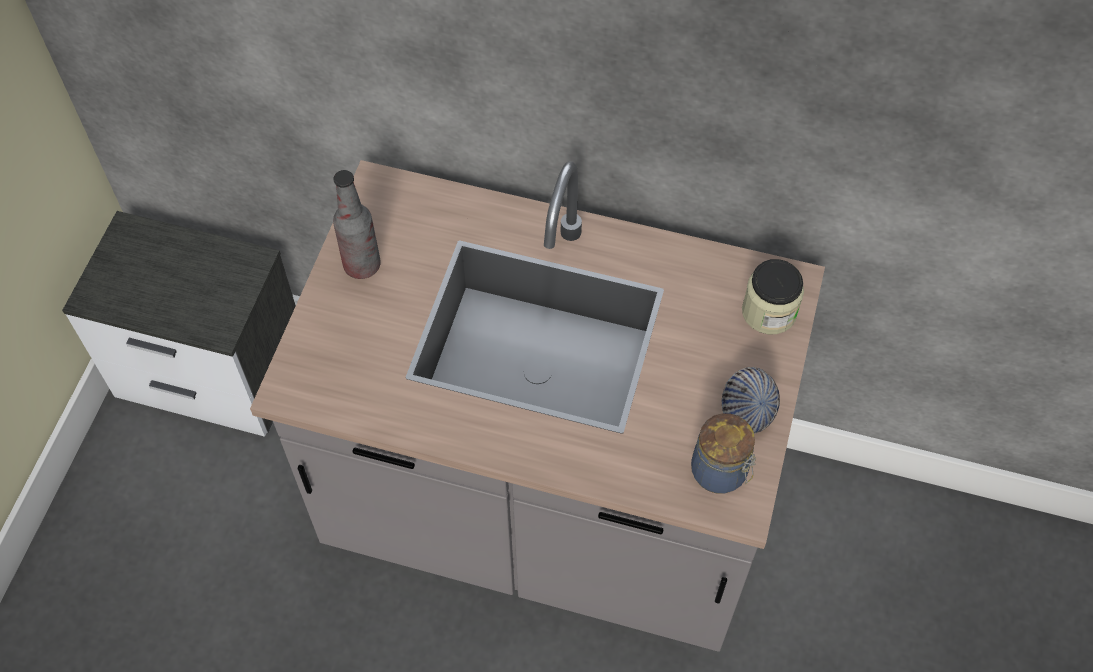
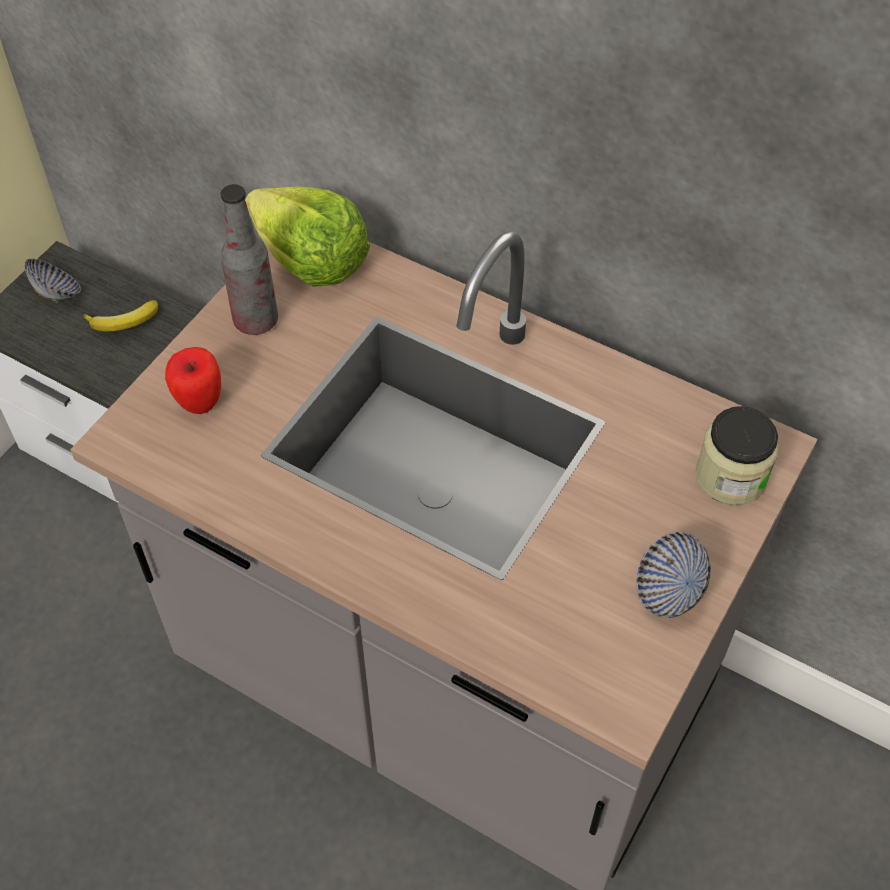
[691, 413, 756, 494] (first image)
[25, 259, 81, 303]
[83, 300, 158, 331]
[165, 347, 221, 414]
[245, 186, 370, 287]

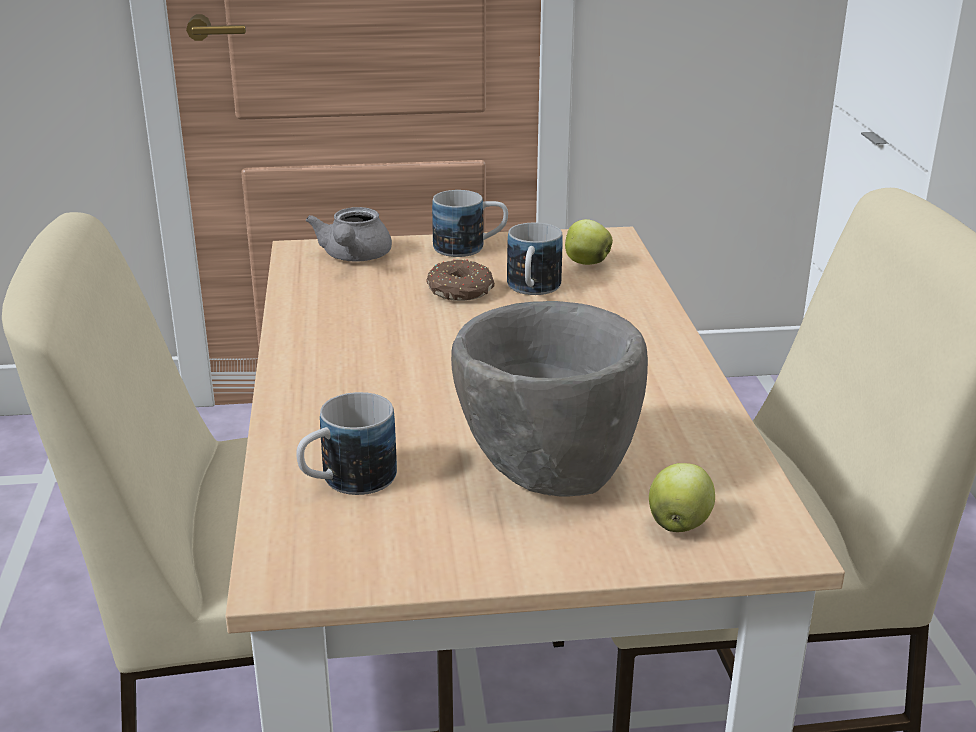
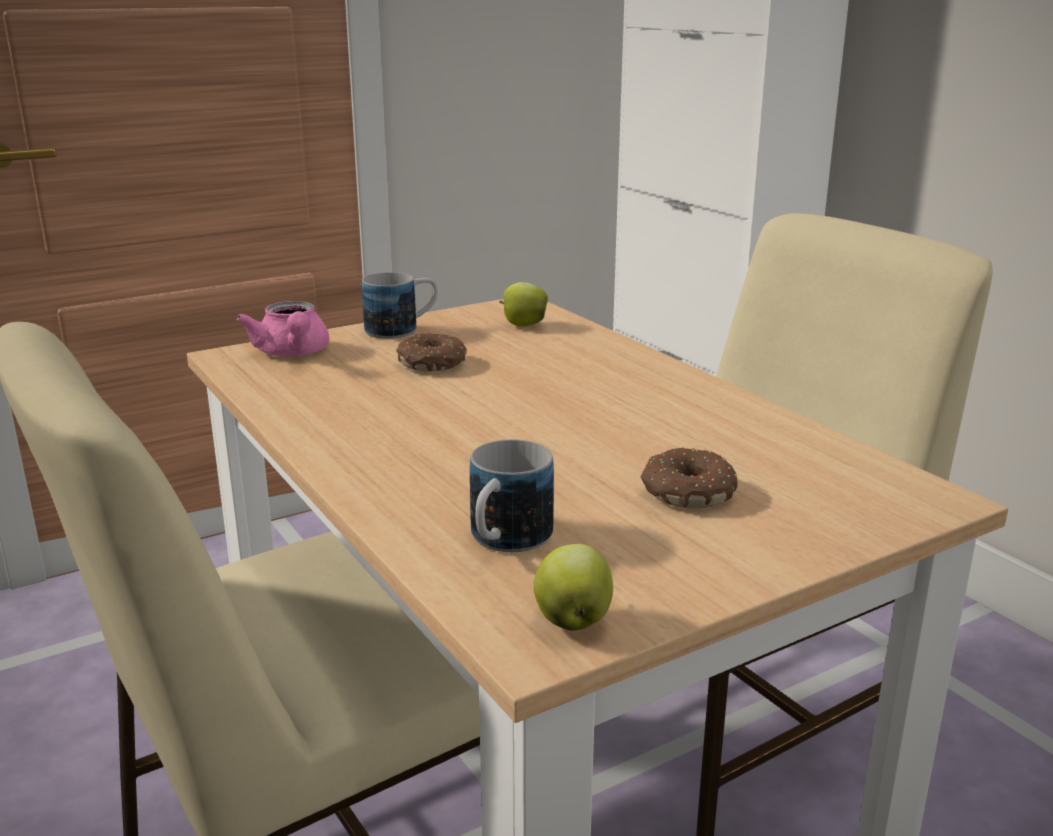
[507, 222, 563, 295] (first image)
[534, 544, 613, 631]
[640, 447, 738, 509]
[237, 301, 329, 357]

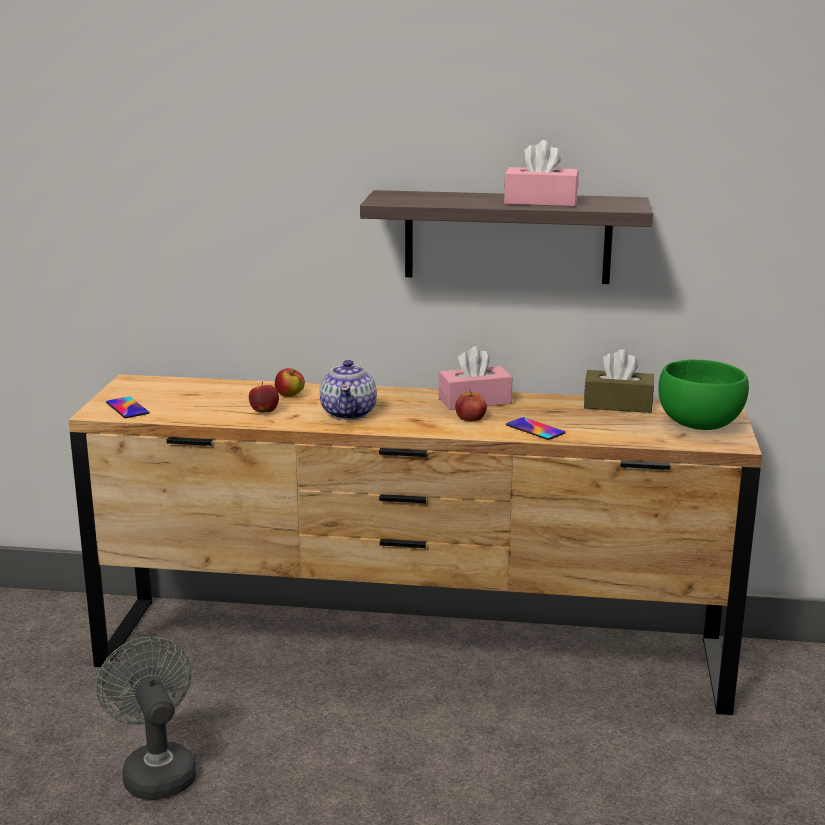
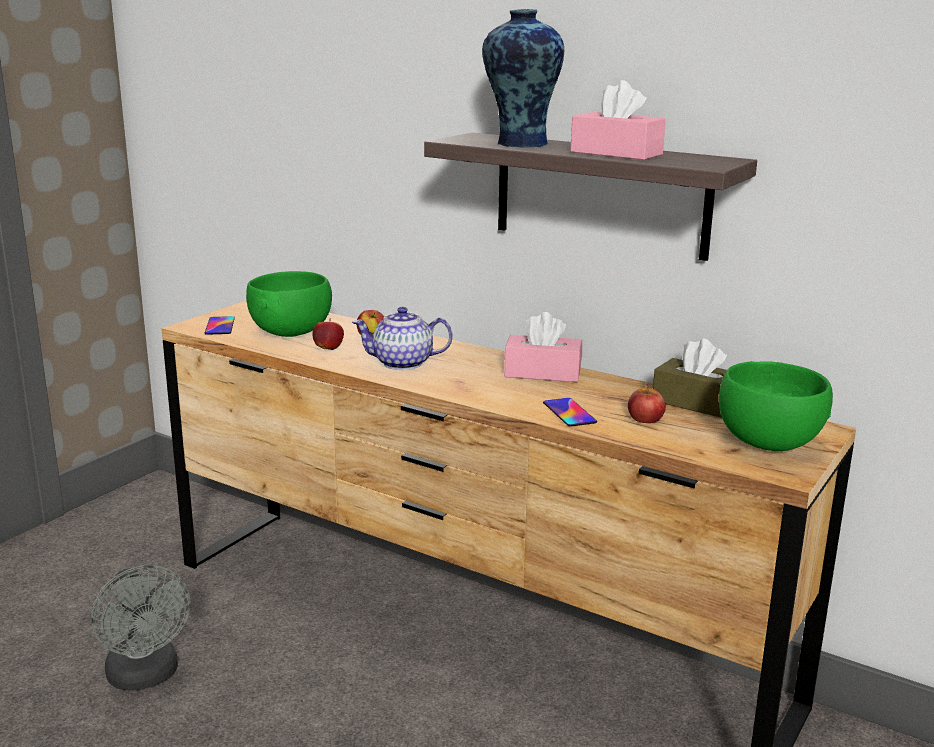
[246, 271, 332, 337]
[482, 9, 564, 148]
[628, 384, 666, 423]
[91, 565, 190, 691]
[352, 307, 453, 370]

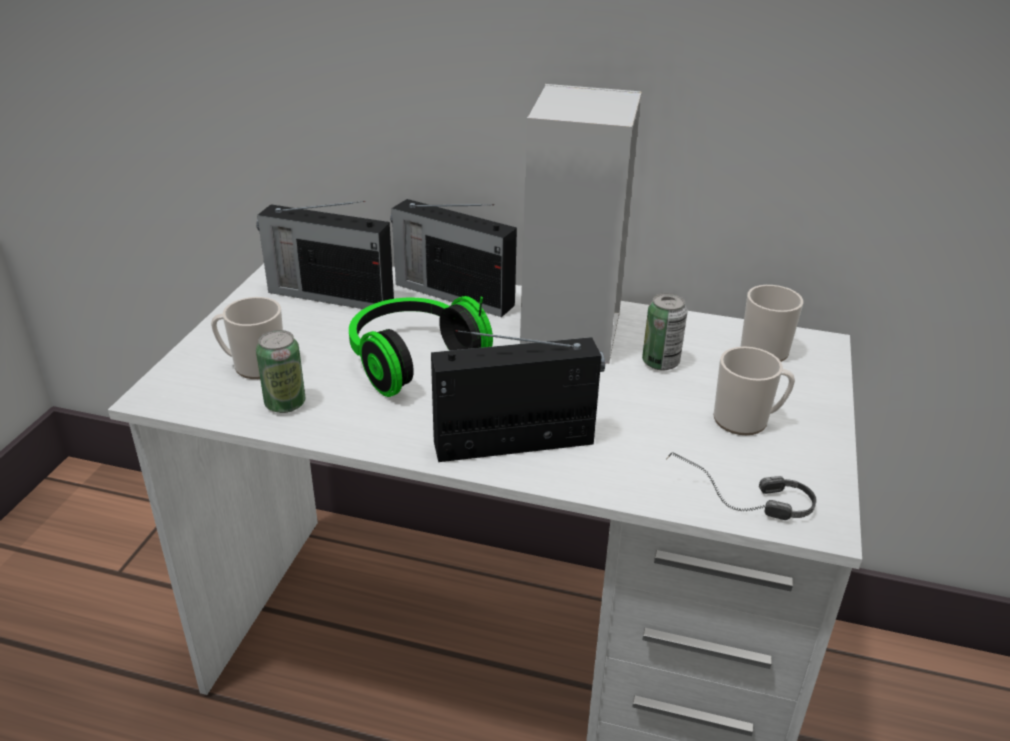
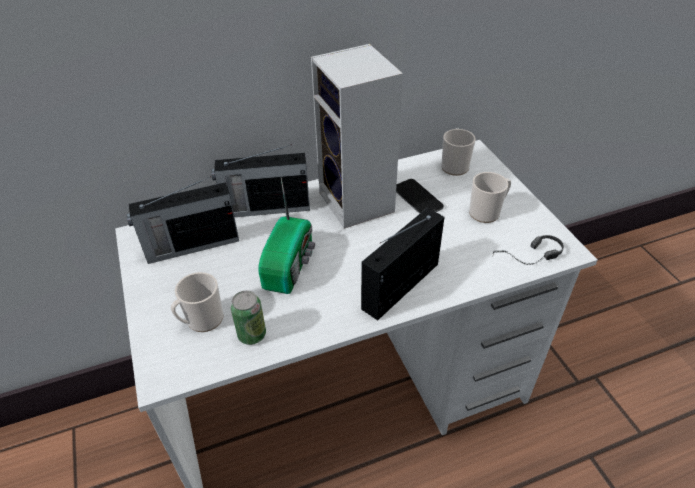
[259, 178, 315, 294]
[396, 179, 444, 214]

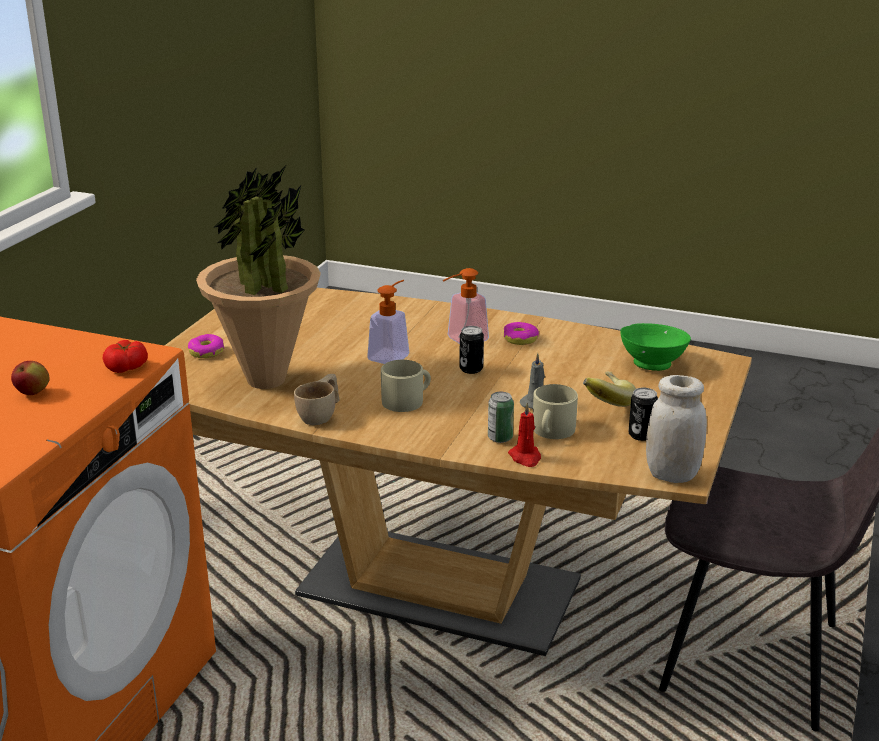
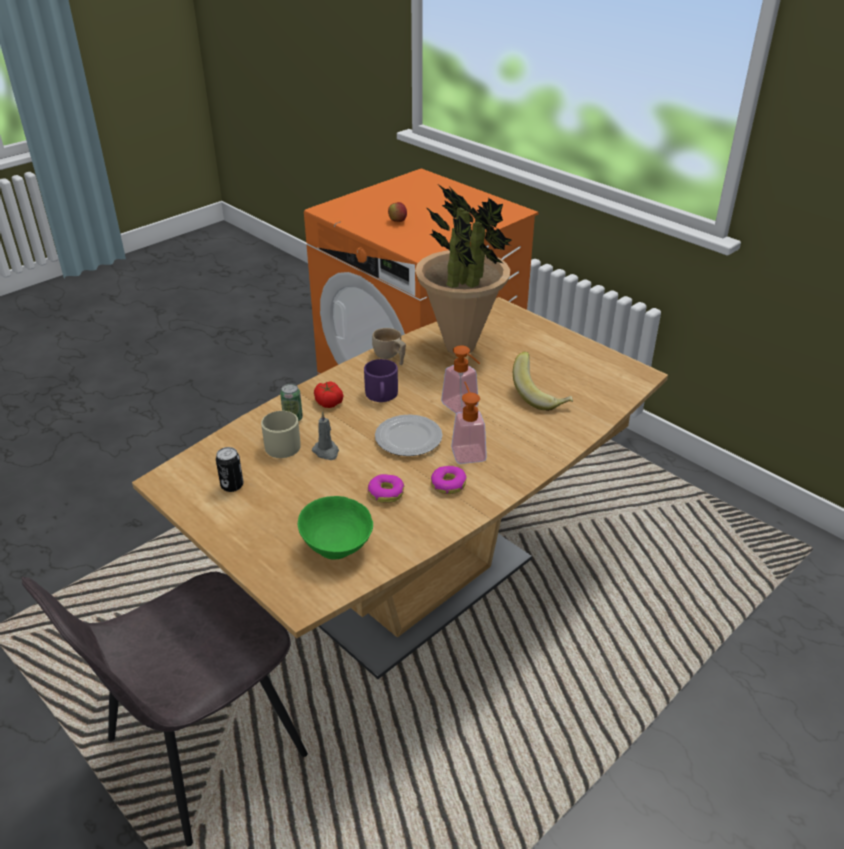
[508, 403, 541, 467] (first image)
[646, 375, 707, 483] (first image)
[314, 381, 343, 408]
[368, 474, 405, 503]
[513, 352, 573, 411]
[375, 414, 443, 456]
[364, 359, 398, 402]

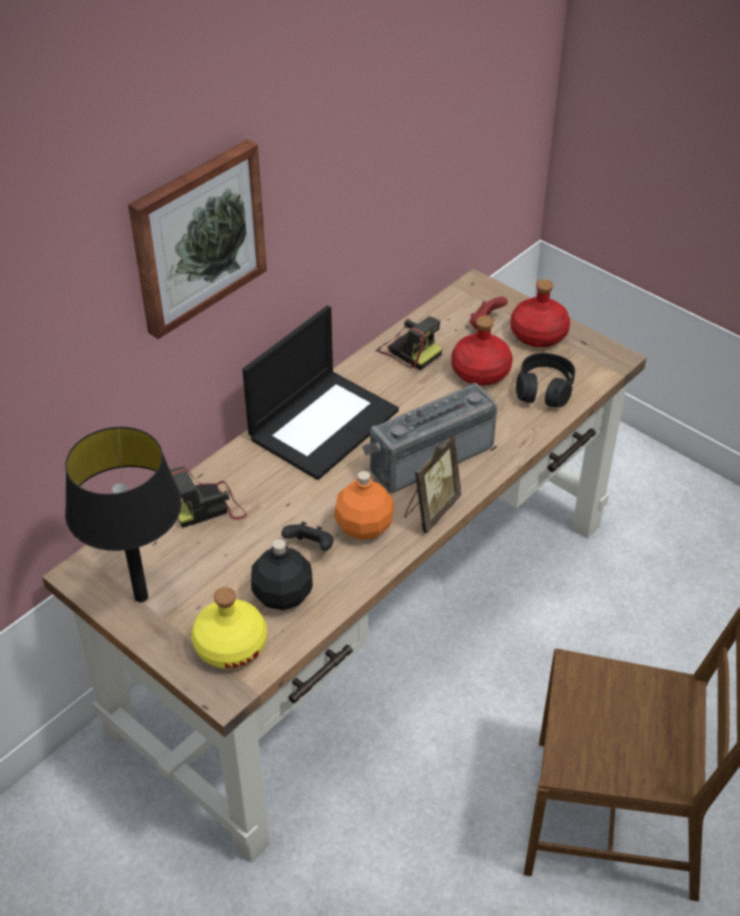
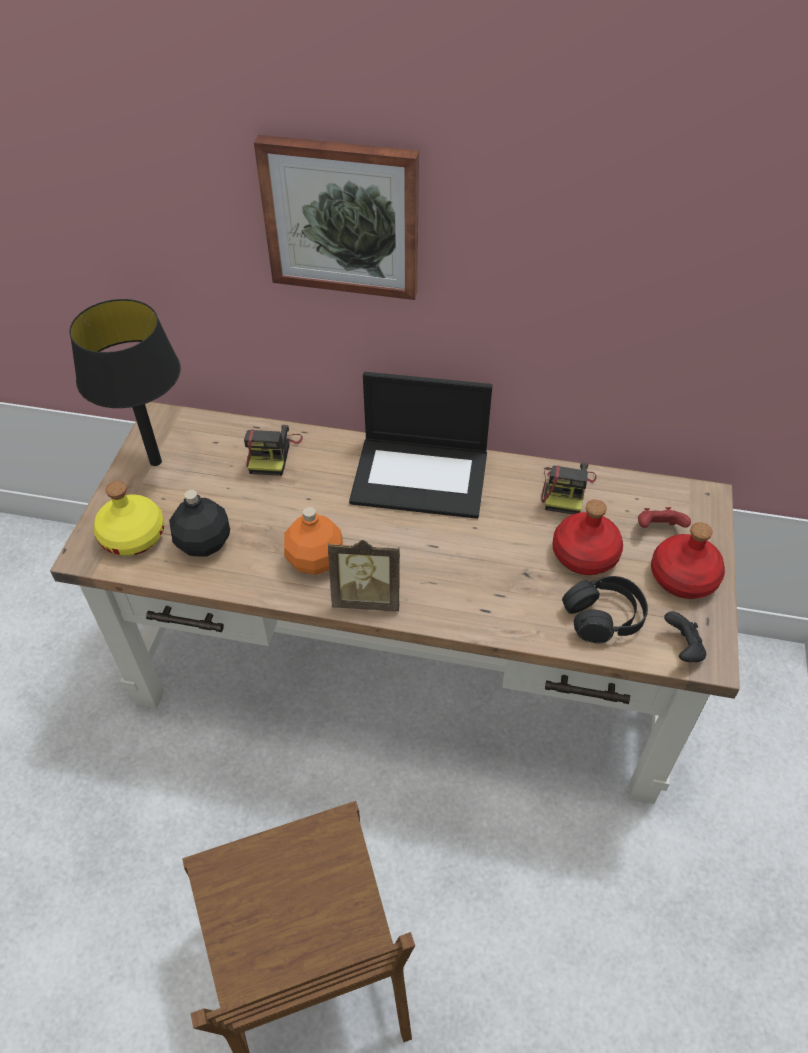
[362, 383, 497, 493] (first image)
[664, 611, 706, 662]
[244, 425, 303, 476]

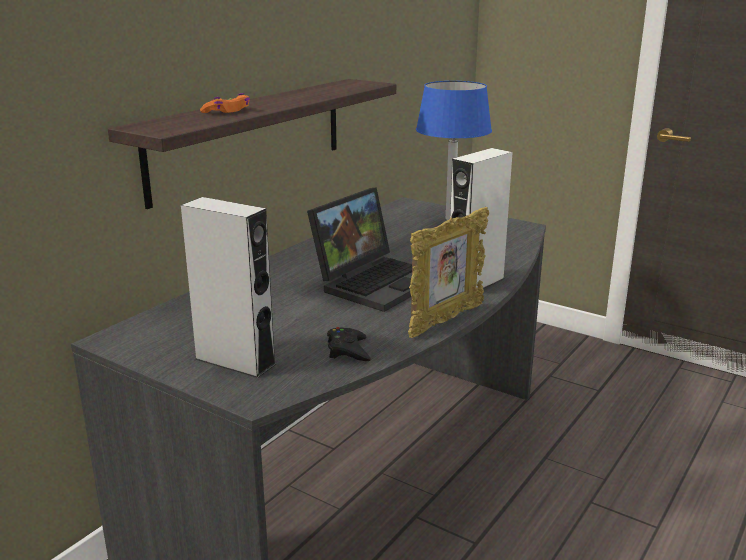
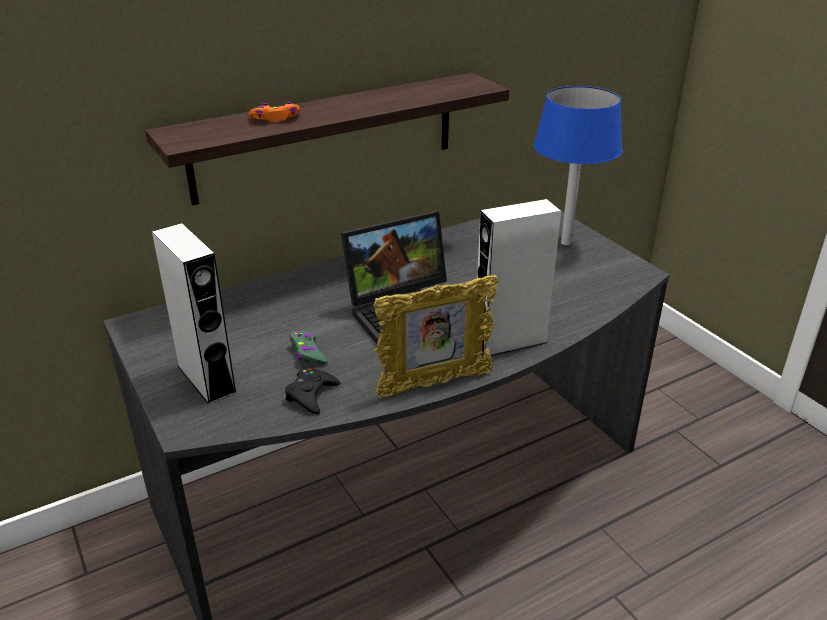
[290, 331, 328, 365]

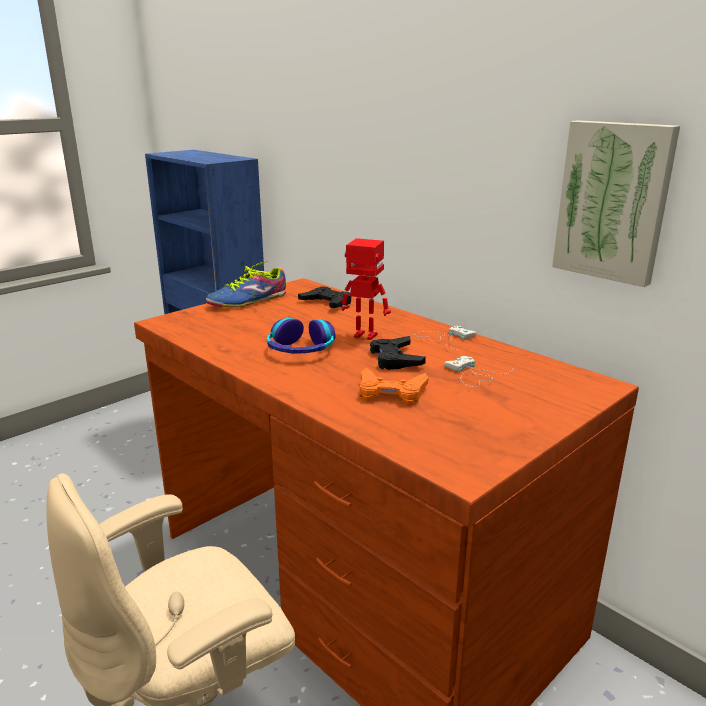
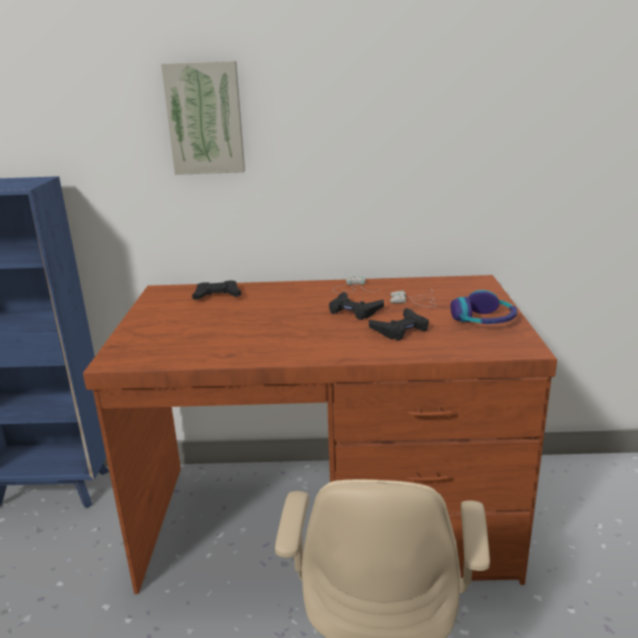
[206, 261, 286, 307] (first image)
[342, 238, 391, 340] (first image)
[450, 290, 517, 324]
[161, 61, 245, 175]
[369, 308, 429, 341]

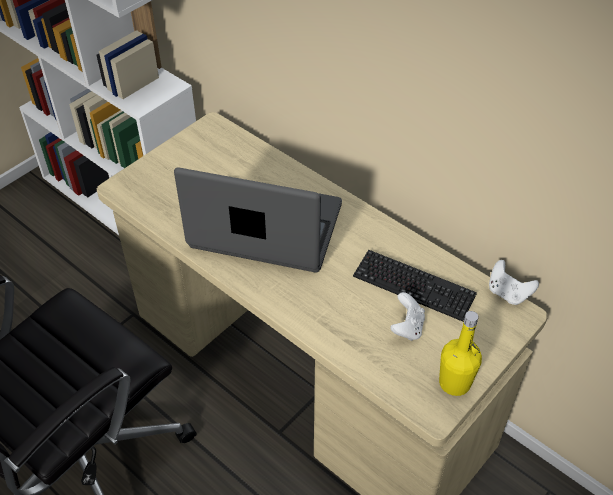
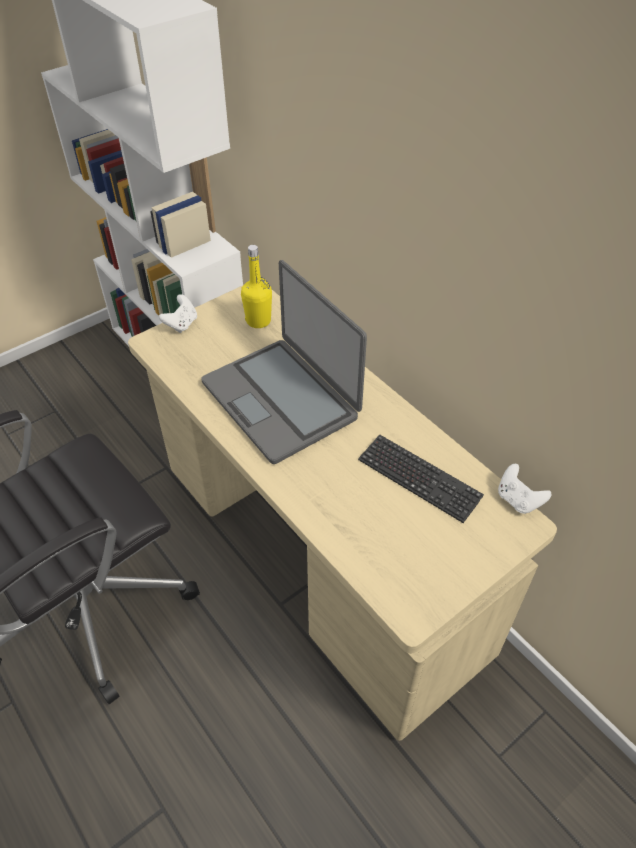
[159, 294, 197, 333]
[241, 245, 272, 328]
[201, 260, 367, 464]

